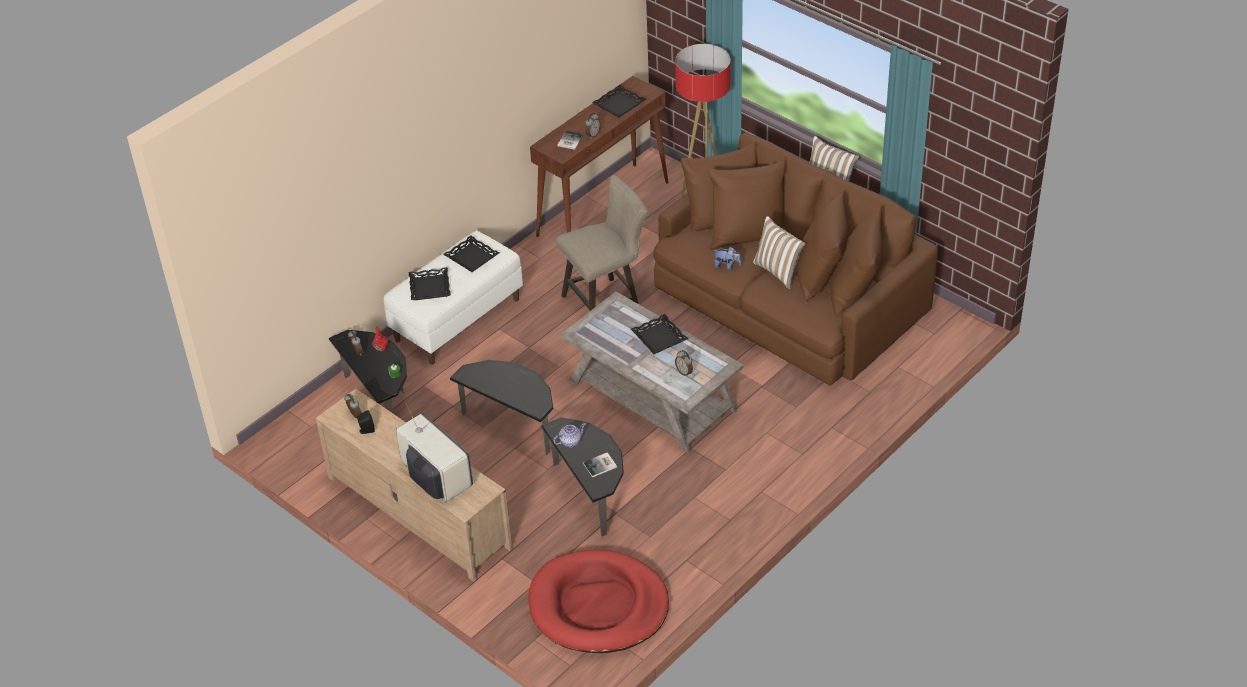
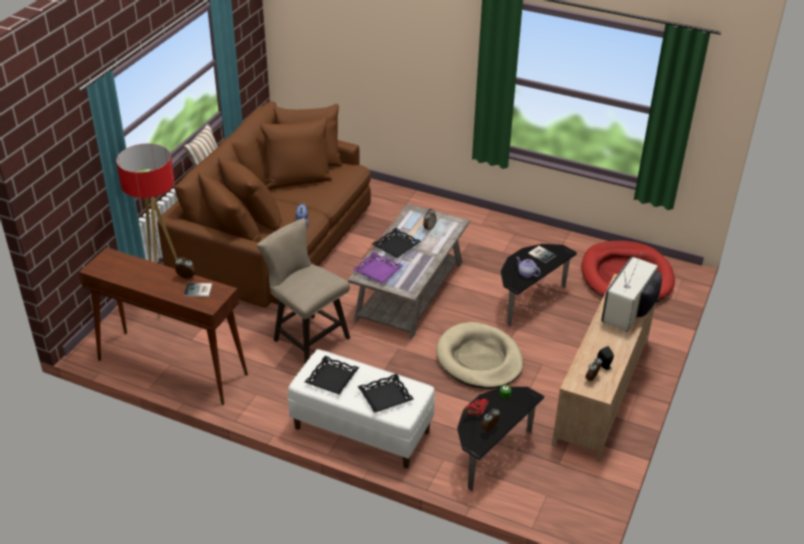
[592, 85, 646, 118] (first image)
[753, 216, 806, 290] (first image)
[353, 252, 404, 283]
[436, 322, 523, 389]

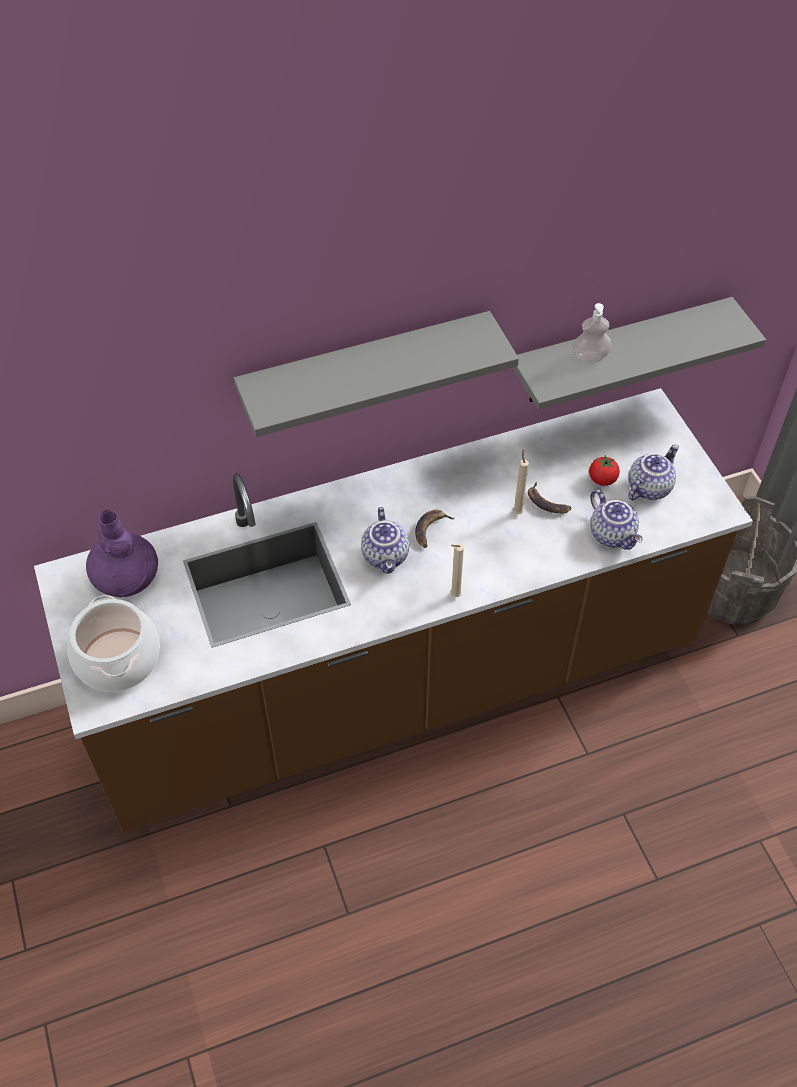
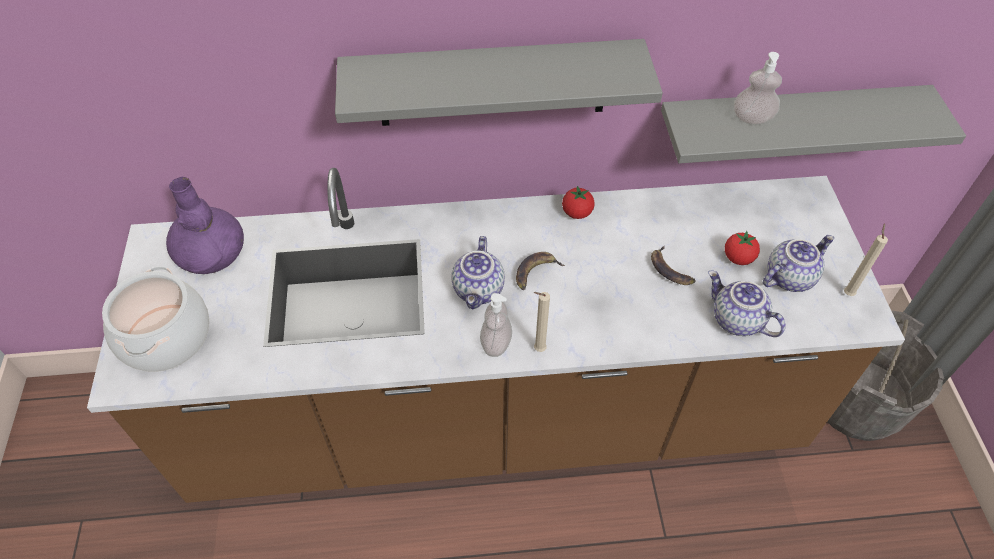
[480, 293, 512, 357]
[562, 186, 595, 219]
[844, 223, 888, 296]
[708, 271, 786, 337]

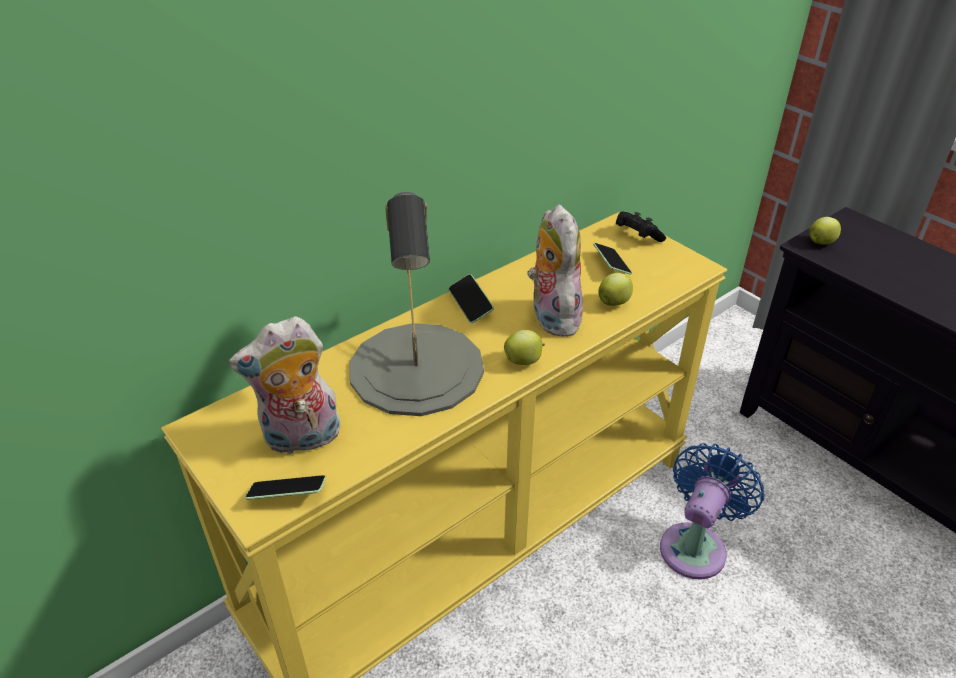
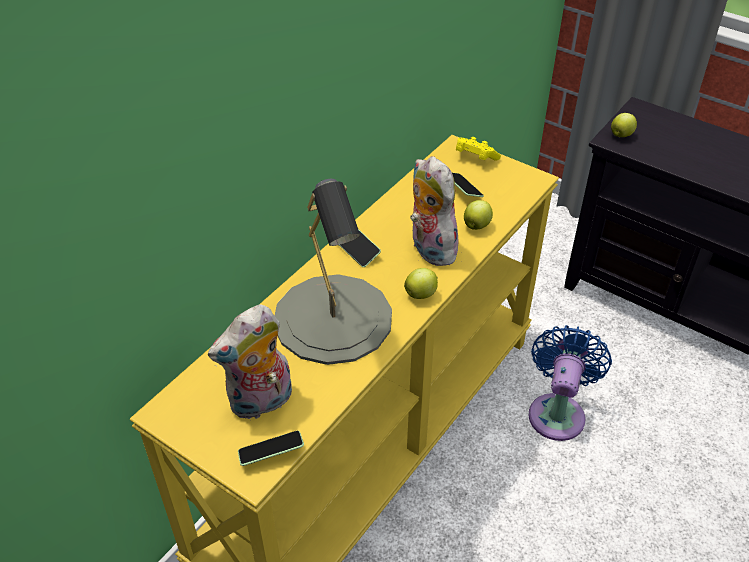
[456, 137, 501, 161]

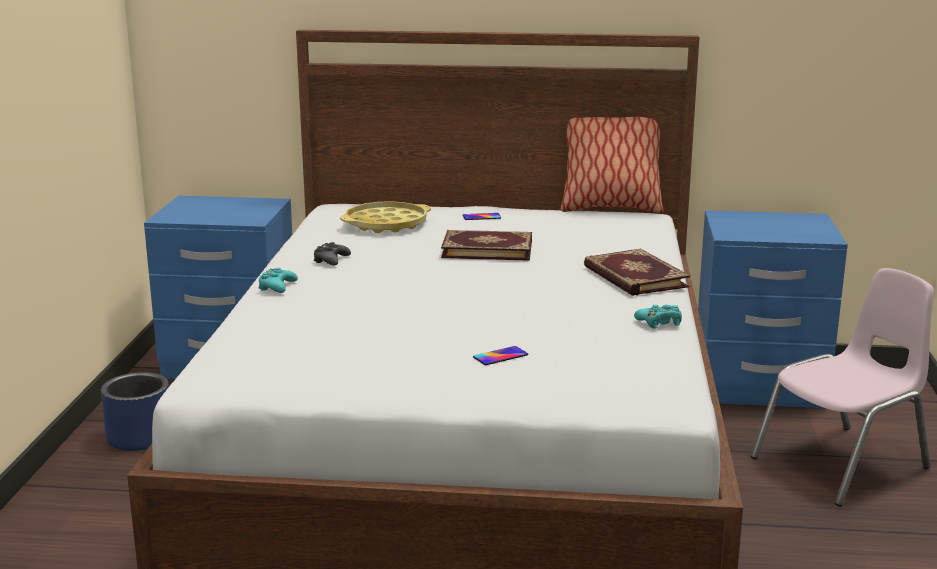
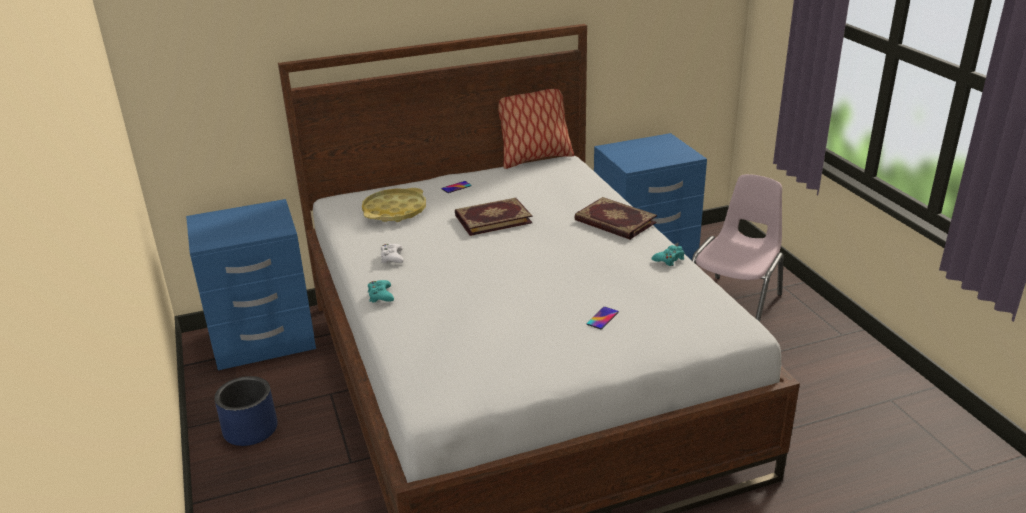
[381, 244, 404, 264]

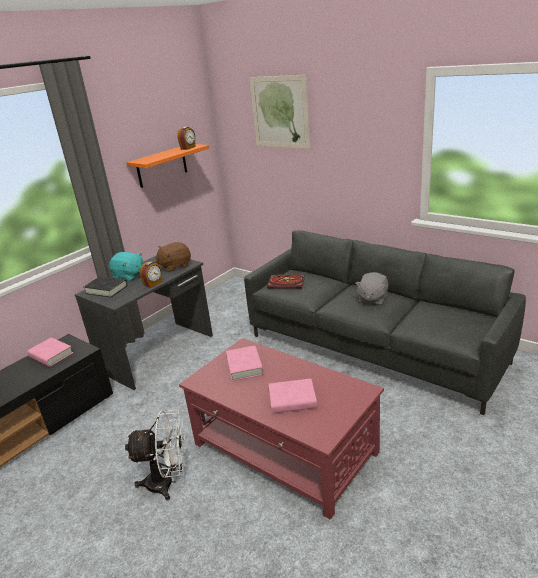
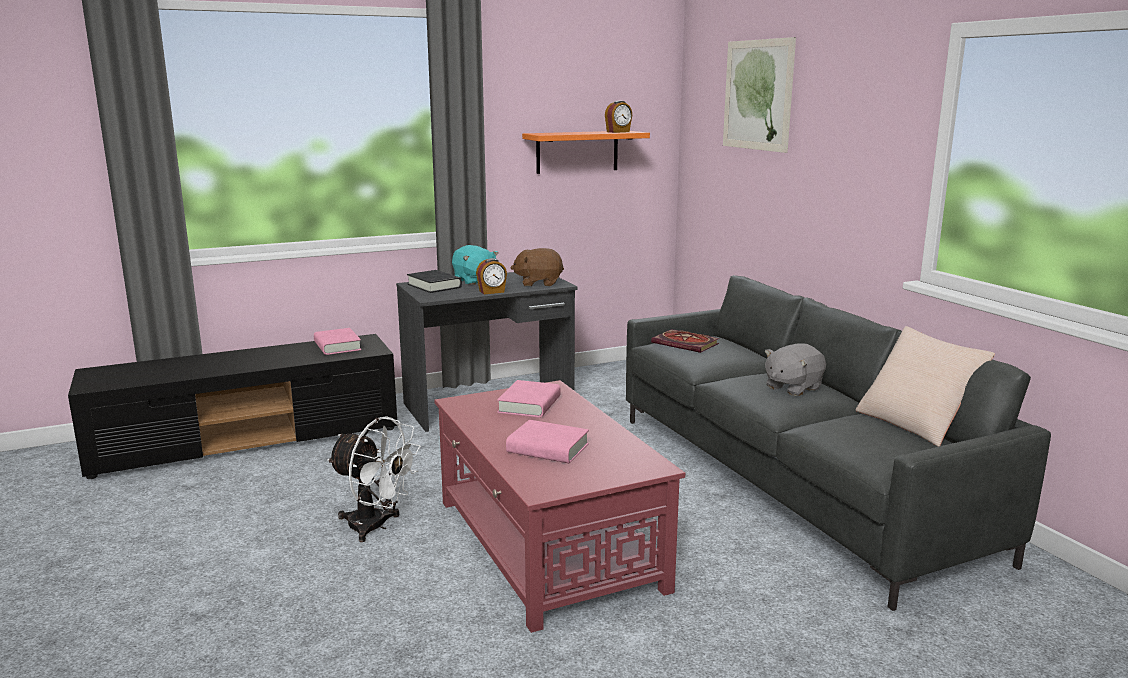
[856, 326, 995, 447]

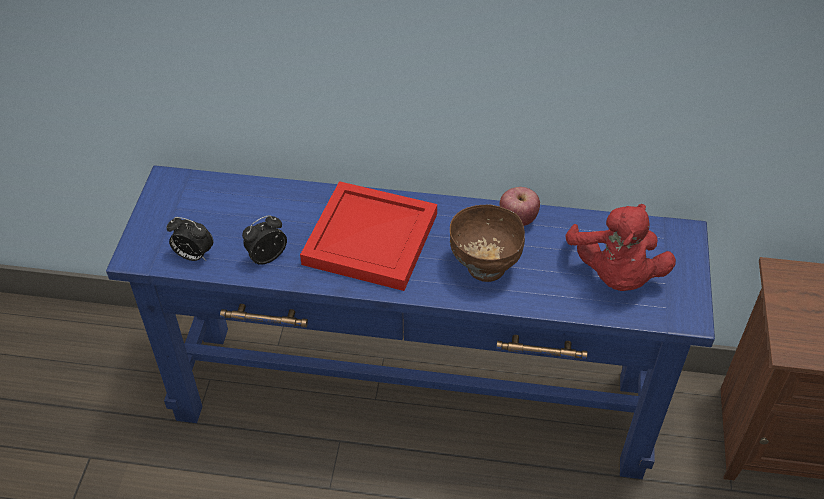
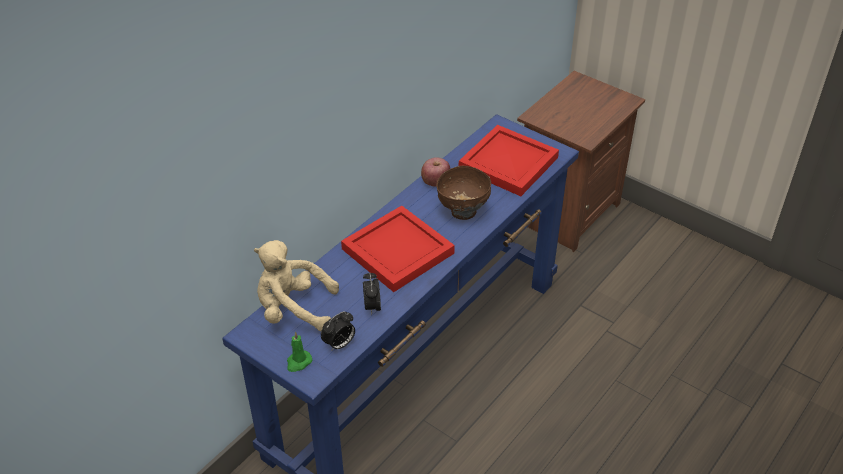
[254, 240, 339, 331]
[287, 332, 312, 372]
[459, 125, 559, 196]

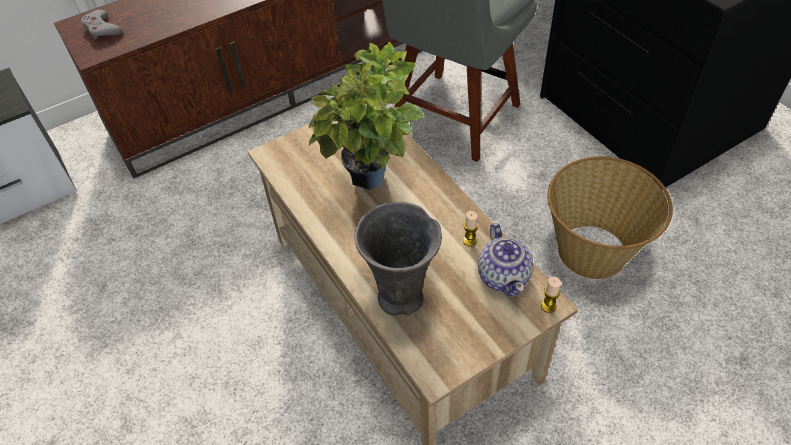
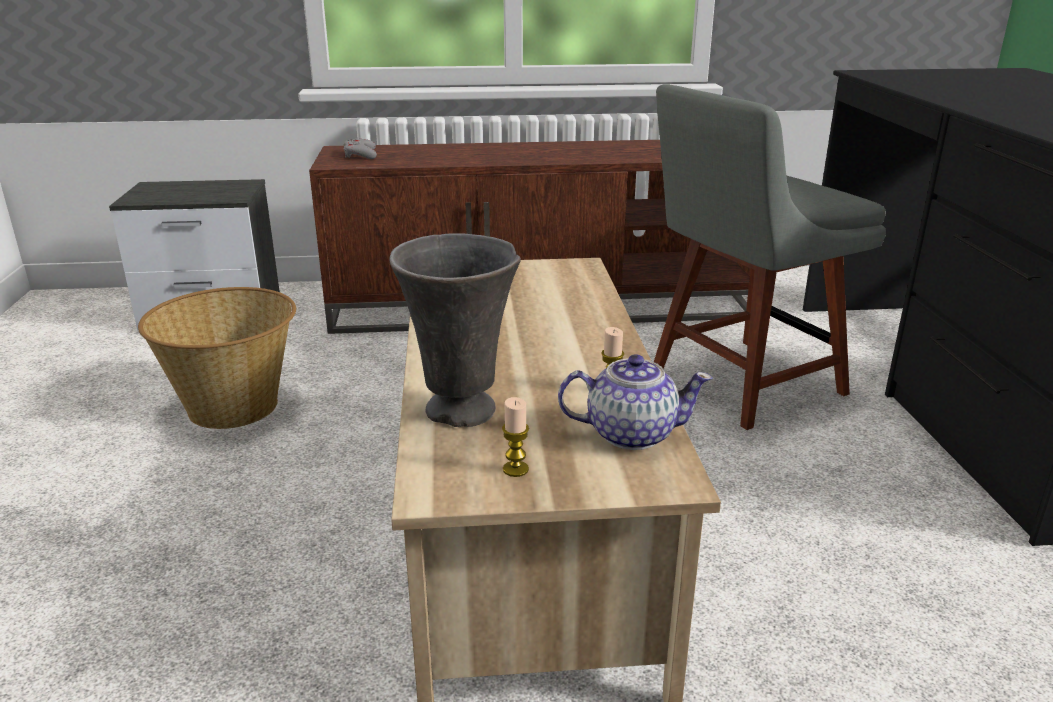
[309, 41, 425, 190] (first image)
[502, 397, 529, 477]
[138, 287, 296, 429]
[558, 354, 713, 450]

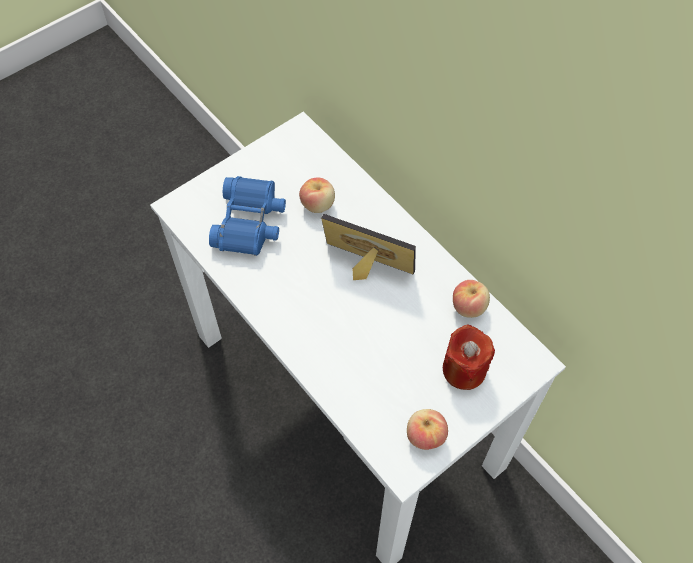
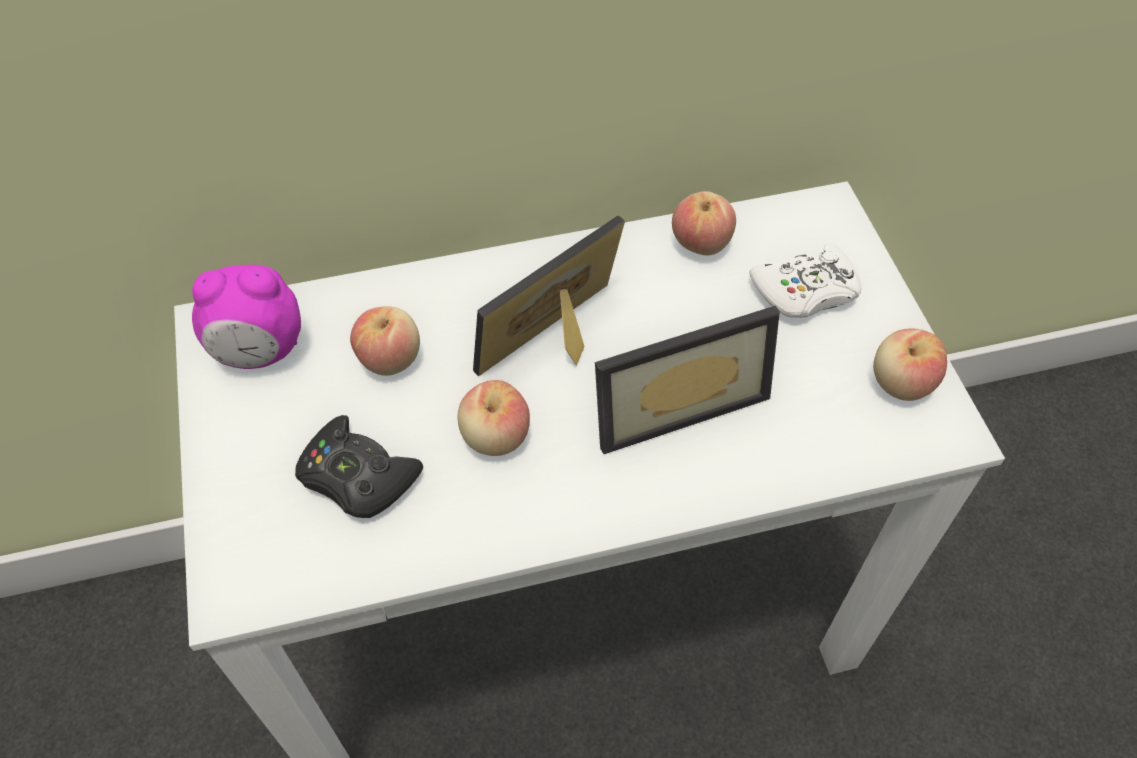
[192, 265, 301, 369]
[458, 380, 530, 456]
[595, 306, 780, 454]
[295, 415, 423, 518]
[750, 243, 862, 318]

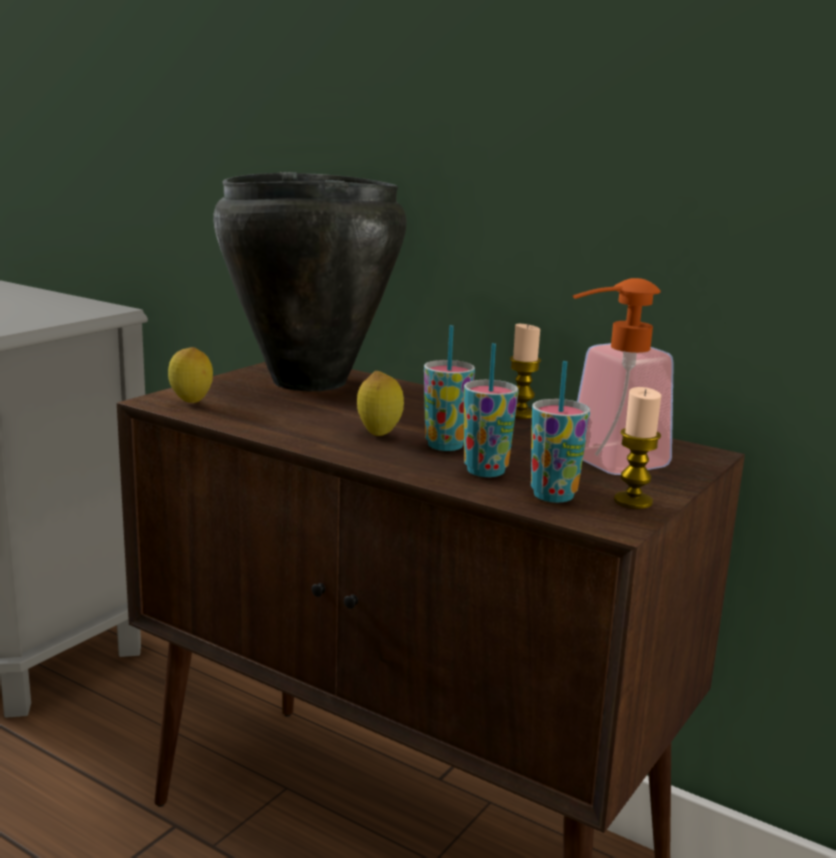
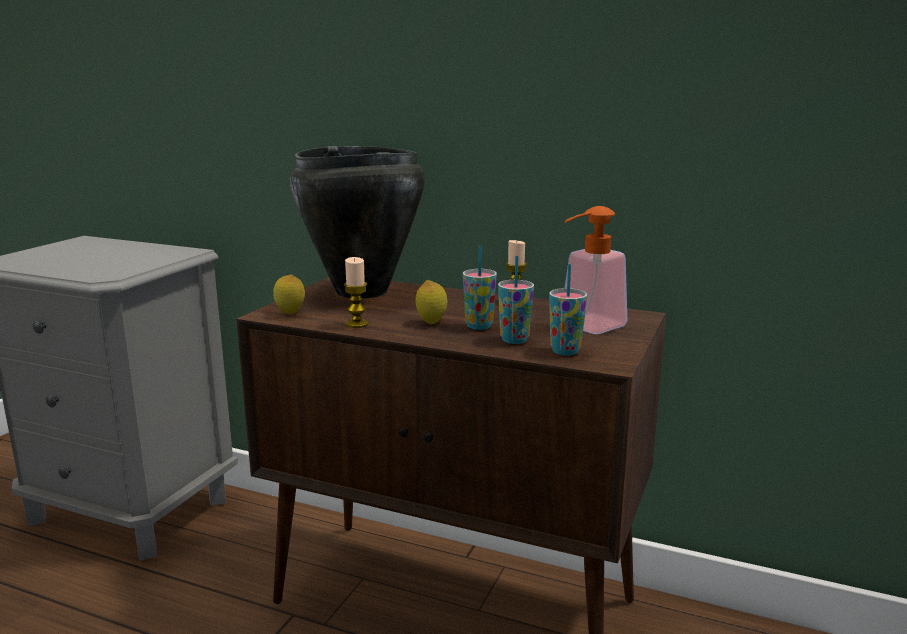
[344, 257, 368, 328]

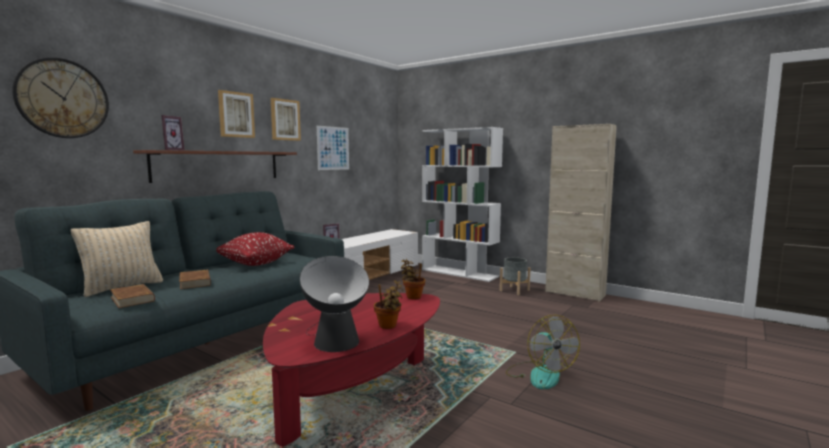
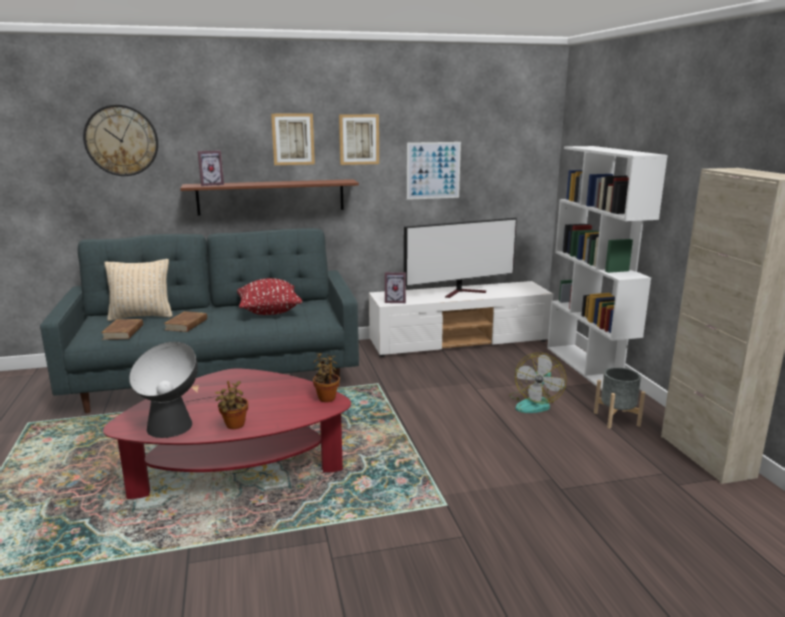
[404, 218, 517, 298]
[509, 353, 567, 413]

